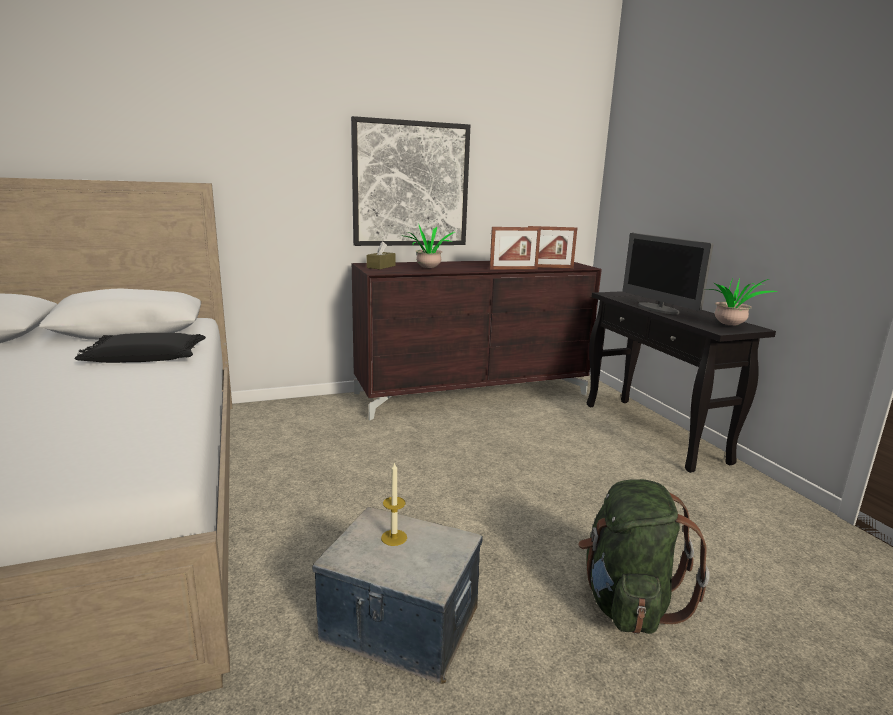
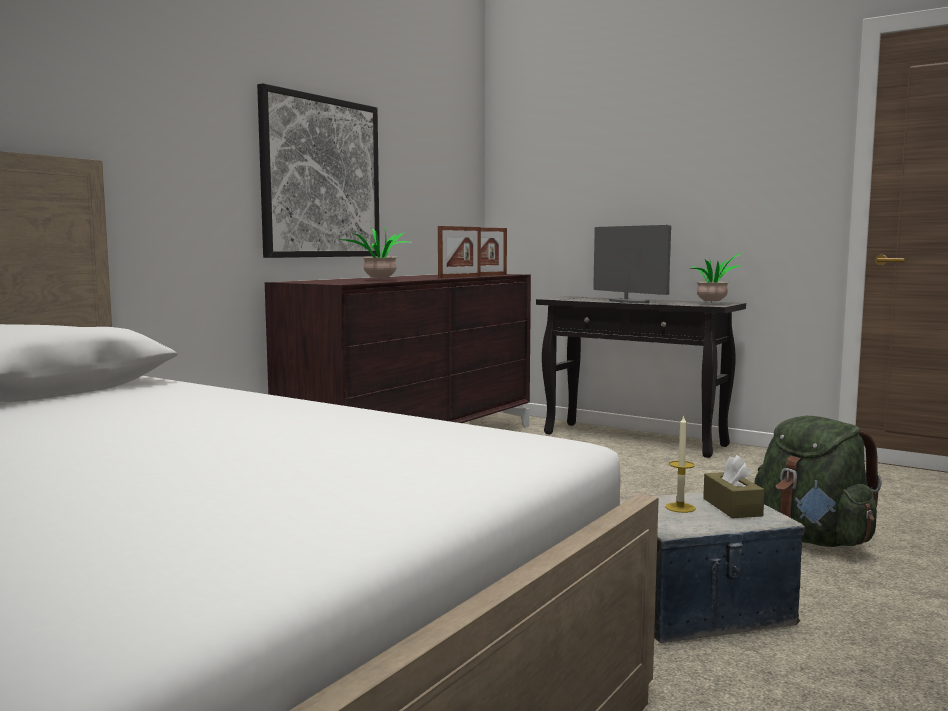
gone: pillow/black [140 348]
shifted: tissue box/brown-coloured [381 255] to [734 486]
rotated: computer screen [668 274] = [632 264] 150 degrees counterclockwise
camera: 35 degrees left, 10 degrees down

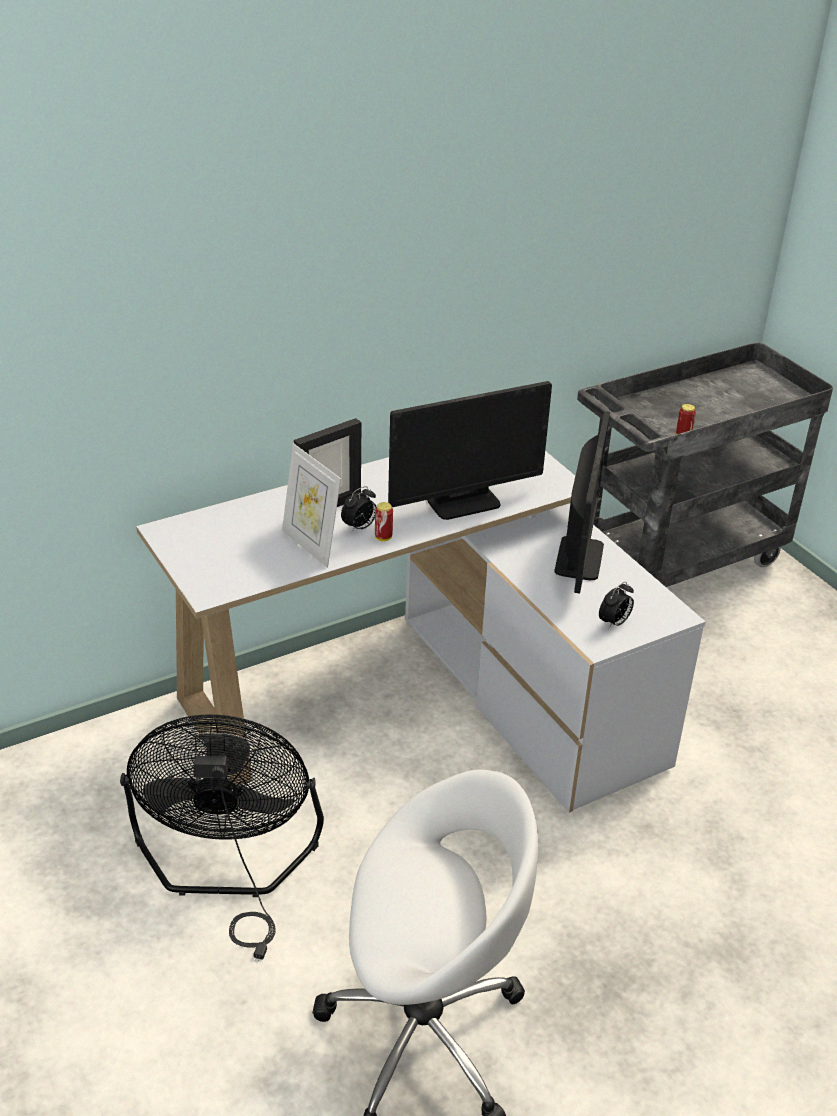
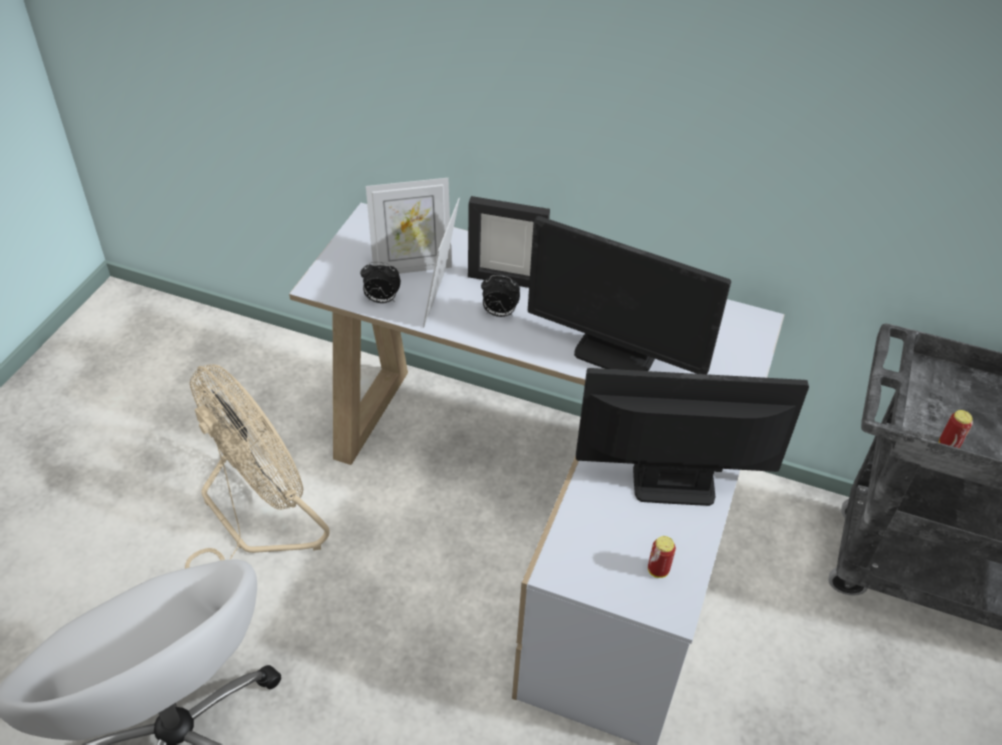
new: standing frame [409 226]
shifted: sealed can [384 521] to [662 557]; bedside clock [616 605] to [380 282]
repainted: fan/black [222 837] to fan/beige-coloured [257 466]
rotated: computer screen [582 502] = [692 437] 150 degrees counterclockwise
camera: 50 degrees right, 10 degrees up

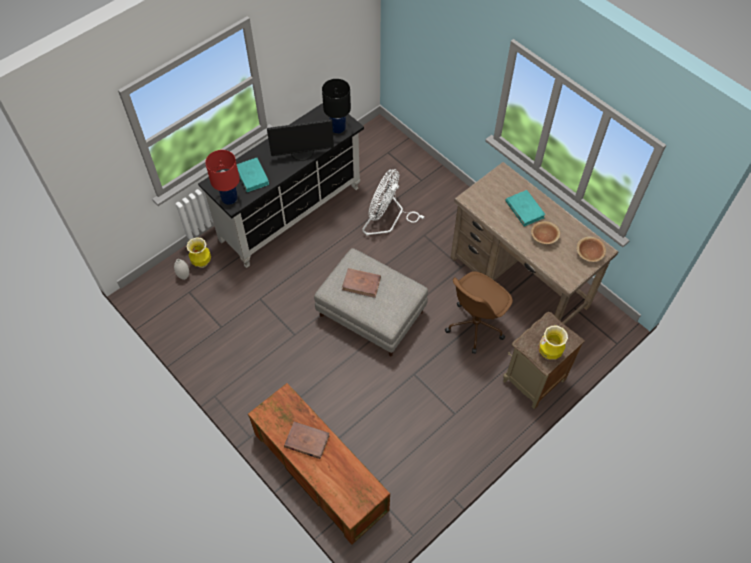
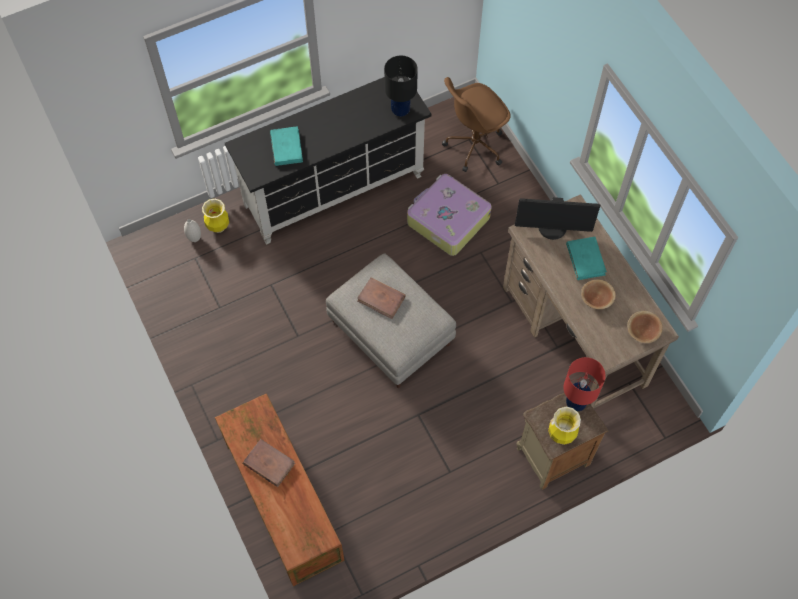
shifted: table lamp/red-coloured [222 177] to [585 384]; computer screen [300 140] to [557 218]; computer chair/brown-coloured [479 312] to [476 124]
swapped: fan/white [393 202] to piece of luggage [449 215]
camera: 15 degrees right, 5 degrees up

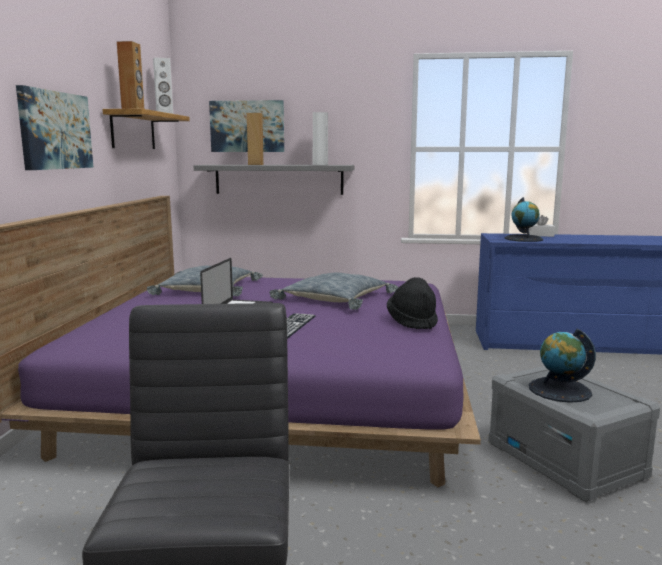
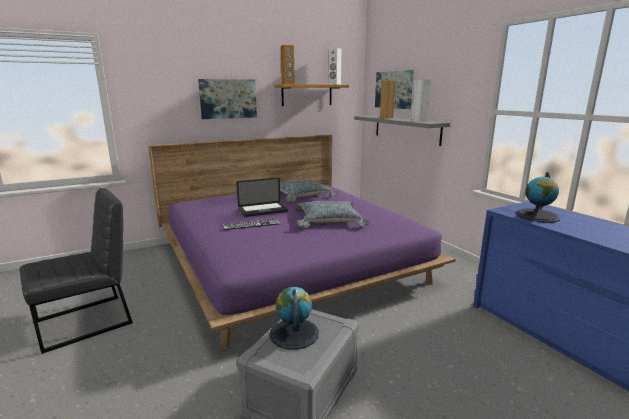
gone: clothing hat/black [412 303]; tissue box/white [542 226]
camera: 55 degrees right, 5 degrees up

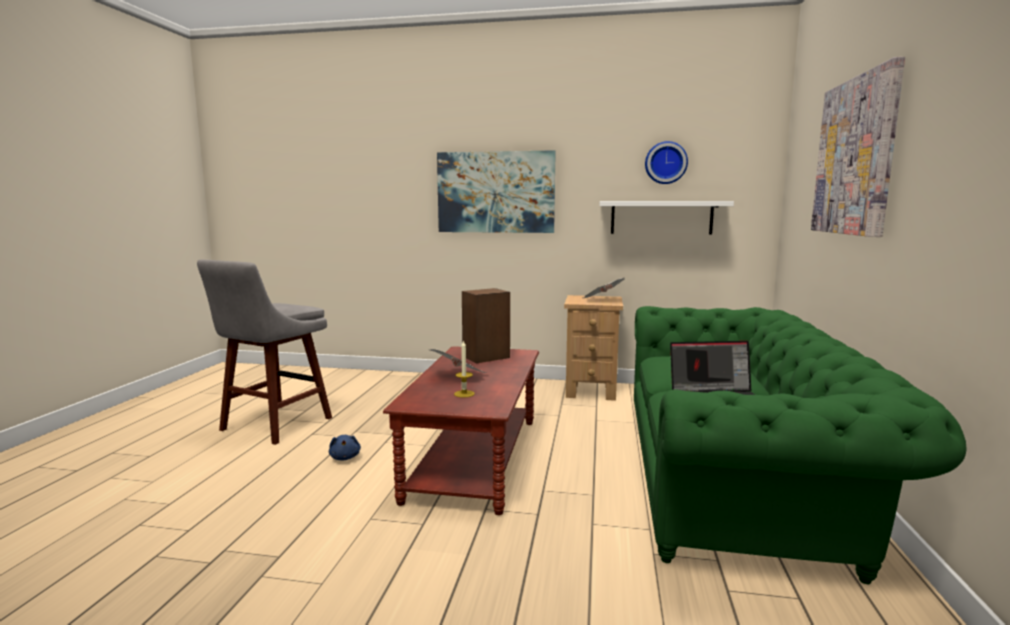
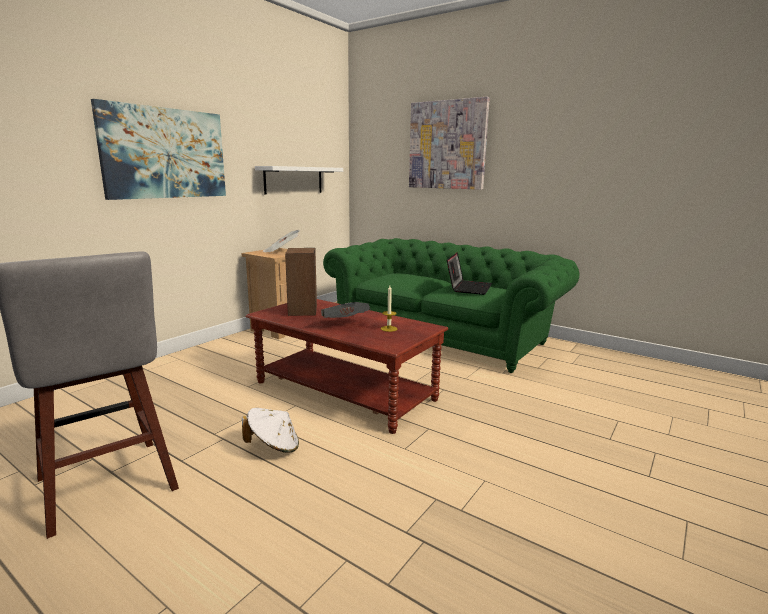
gone: hanging clock [666 162]
swapped: cuddly toy/blue [345 448] to clothing hat/white [270 430]
camera: 65 degrees left, 5 degrees up

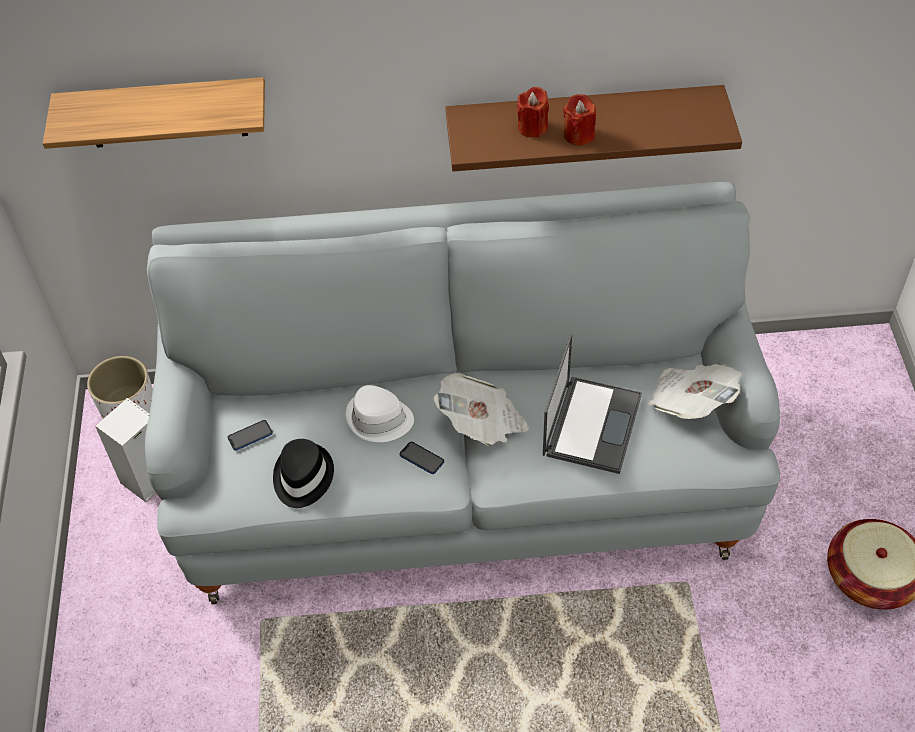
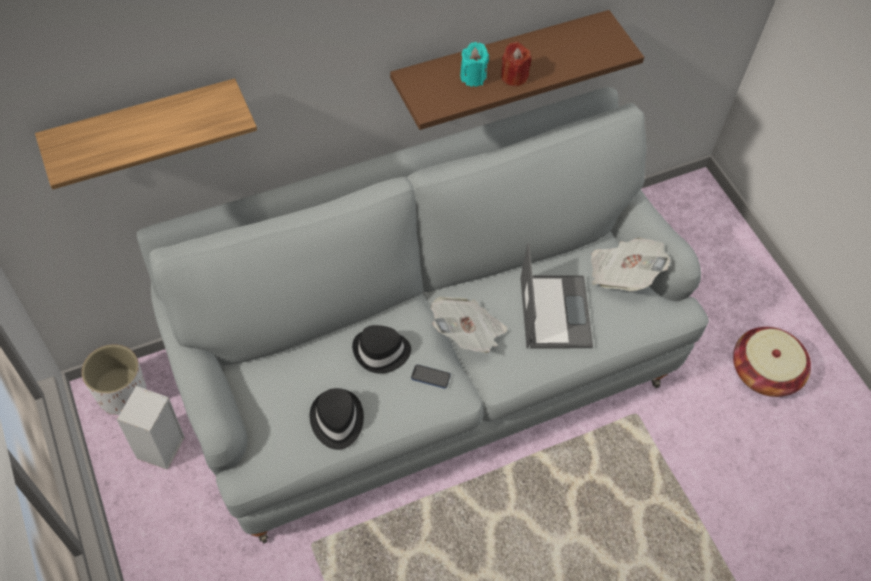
gone: telephone [250 435]
repainted: clothing hat/white [380 413] to clothing hat/black [381 349]; wax light/red-coloured [533 112] to wax light/turquoise-coloured [474 64]
camera: 25 degrees left, 5 degrees up

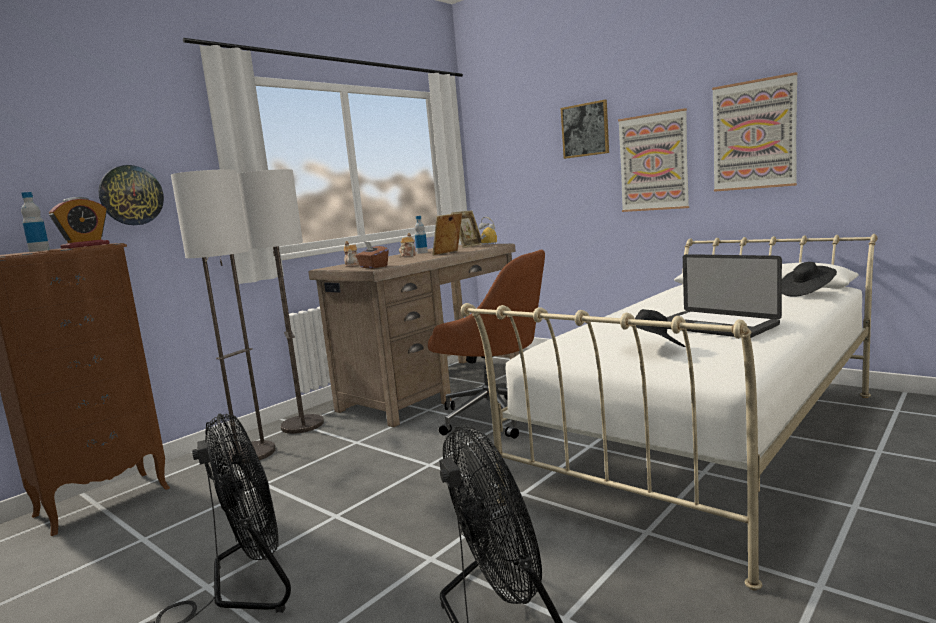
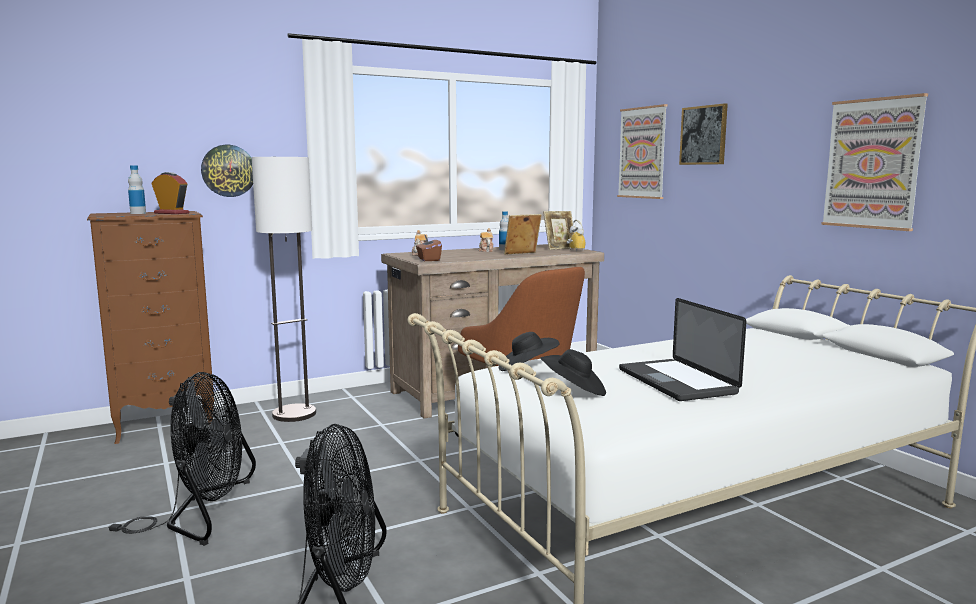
gone: standing lamp [280 301]
shifted: picture [653 160] to [642 151]; clothing hat/black [809 279] to [529 351]
rotated: bedside clock [79 223] = [170 193] 120 degrees counterclockwise
camera: 20 degrees right, 0 degrees up

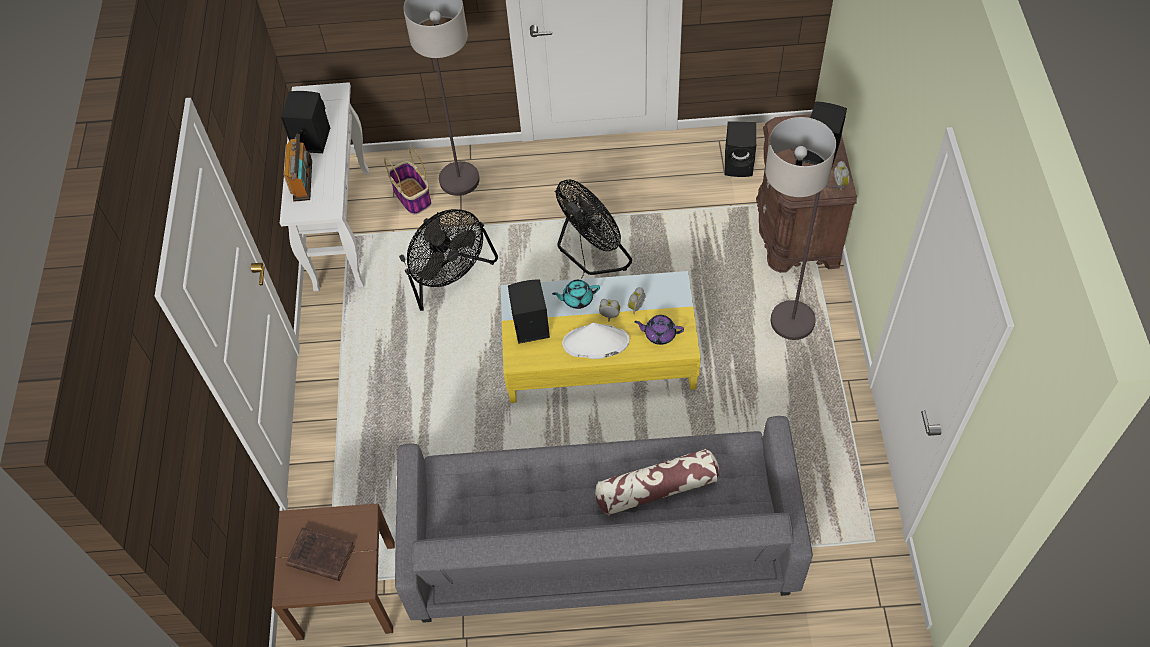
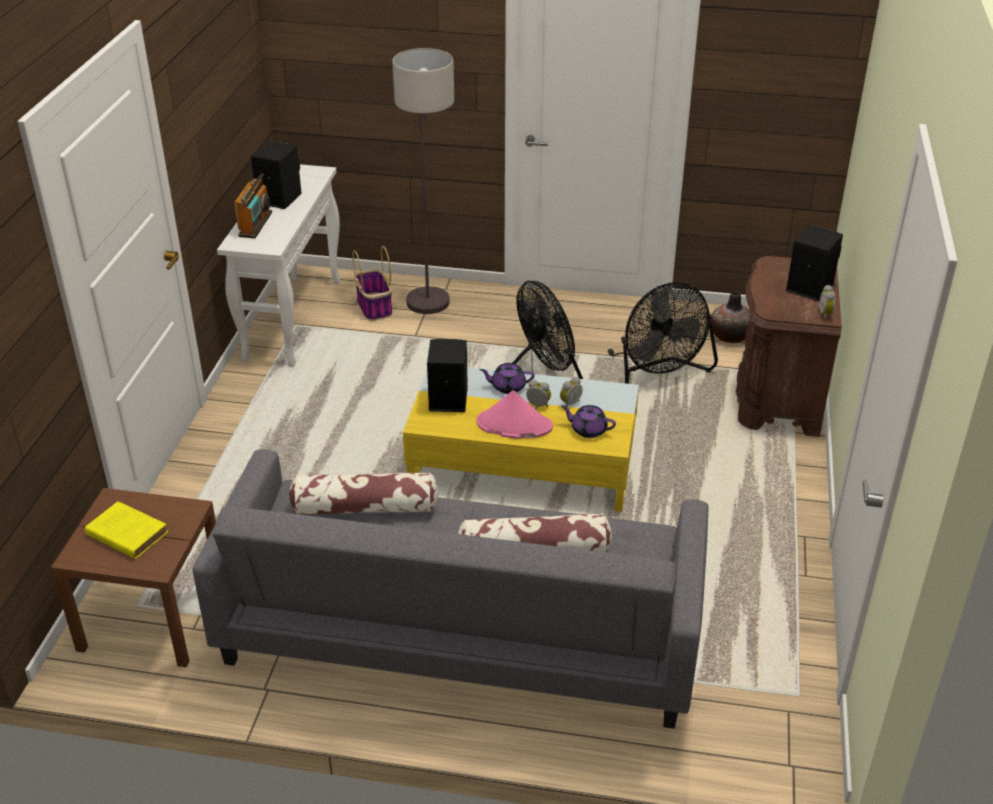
gone: standing lamp/greyish [804 228]
new: pillow [364 493]
shifted: fan/black [448 260] to [663 333]
swapped: speaker/black [740 149] to flower vase [730 317]
repainted: volume/brown-coloured [320 554] to volume/yellow [127 530]; tea pot/turquoise-coloured [576 294] to tea pot/purple-coloured [507 378]; clothing hat/white [596 341] to clothing hat/pink [514 414]
camera: 10 degrees right, 20 degrees down

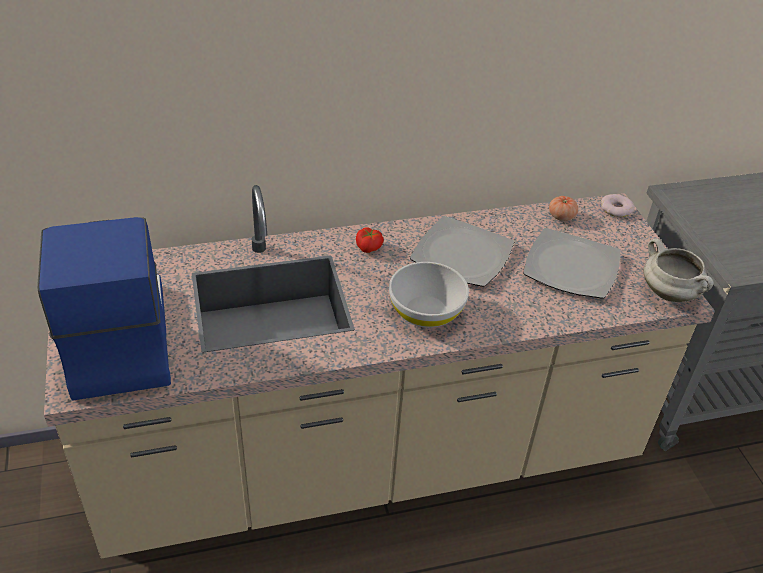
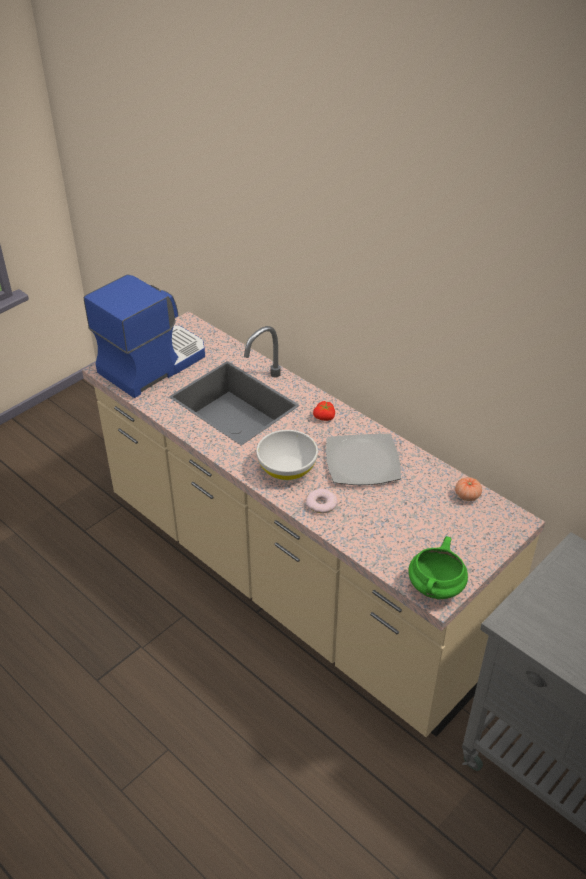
gone: dinner plate [572 263]
shifted: ring doughnut [618 205] to [321 501]
repainted: saucepot/white [678 270] to saucepot/green [438 567]
camera: 60 degrees right, 0 degrees up

